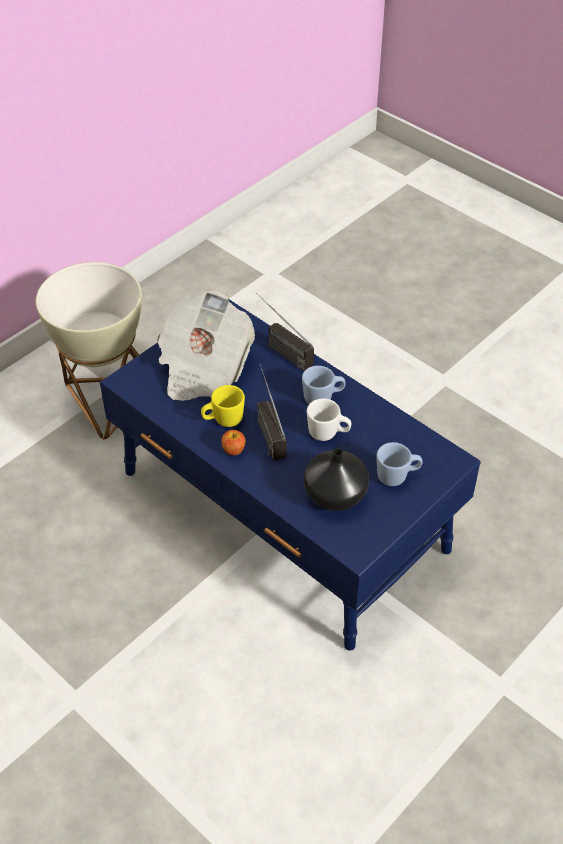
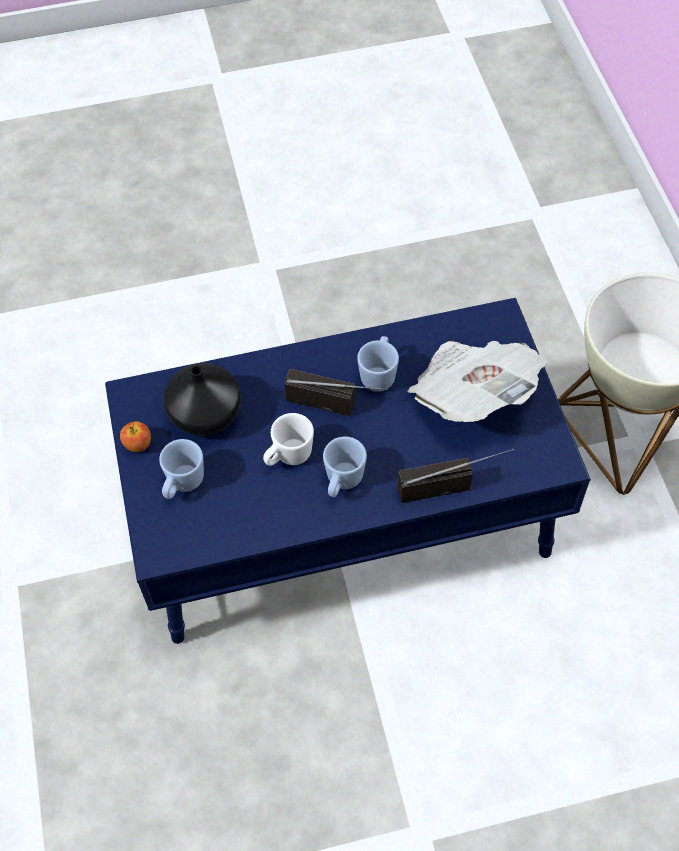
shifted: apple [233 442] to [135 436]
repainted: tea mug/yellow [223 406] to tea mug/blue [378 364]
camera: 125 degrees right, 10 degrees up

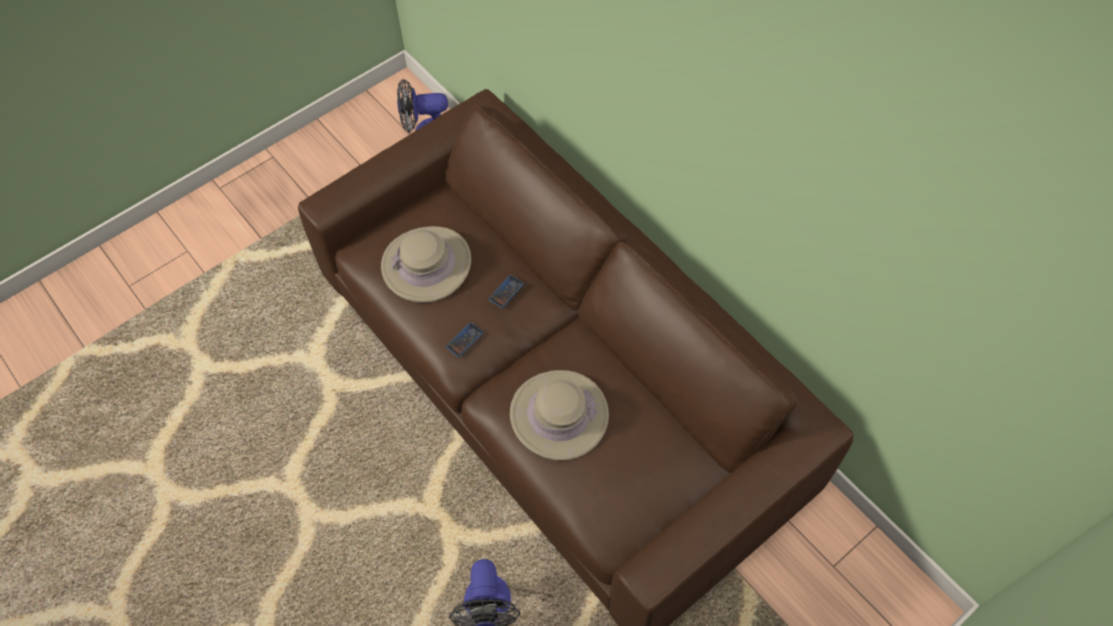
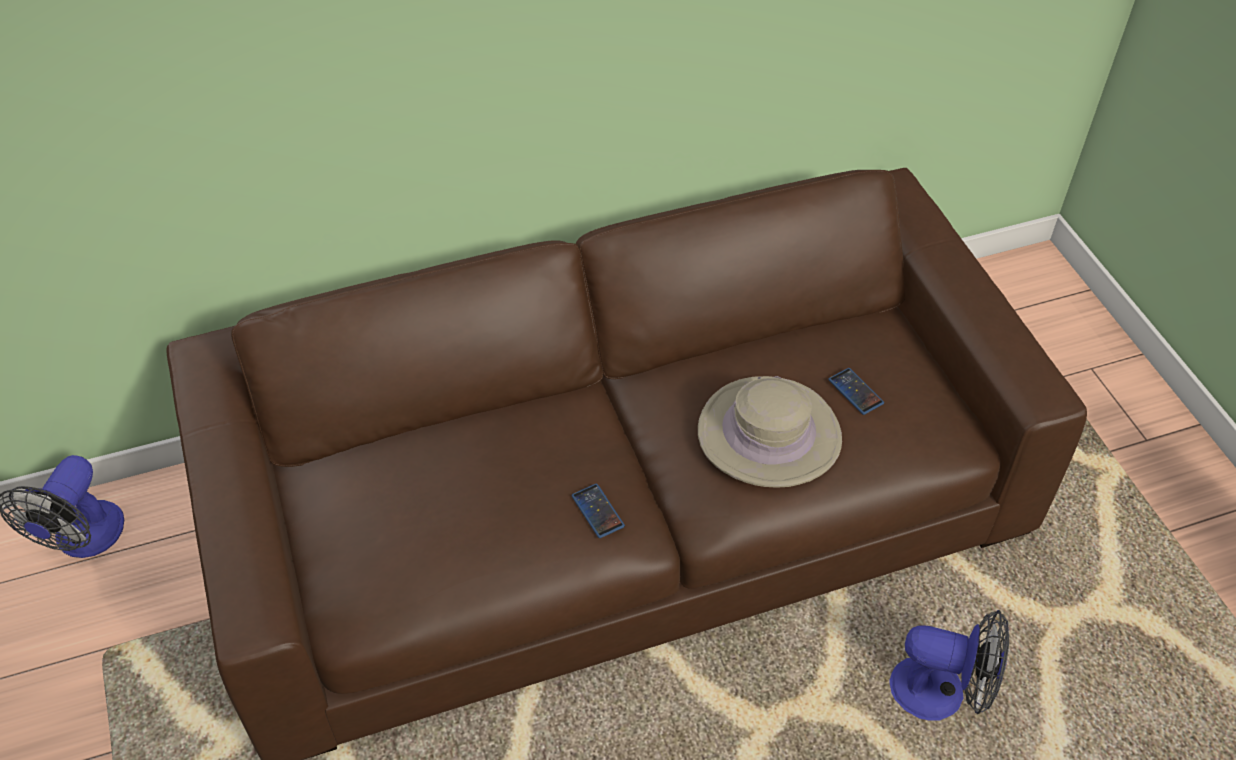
gone: clothing hat/beige-coloured [426 264]
shifted: telephone [506 291] to [856 391]
camera: 70 degrees left, 10 degrees down

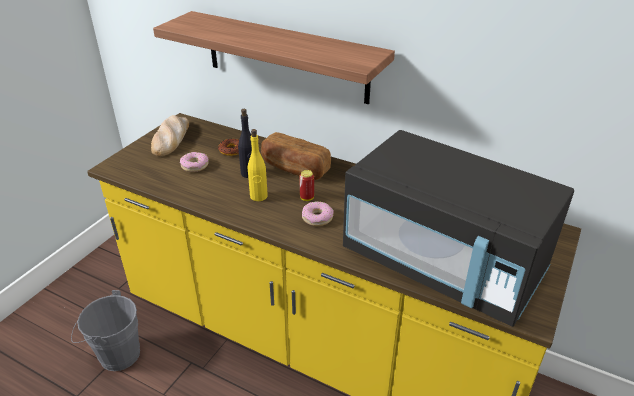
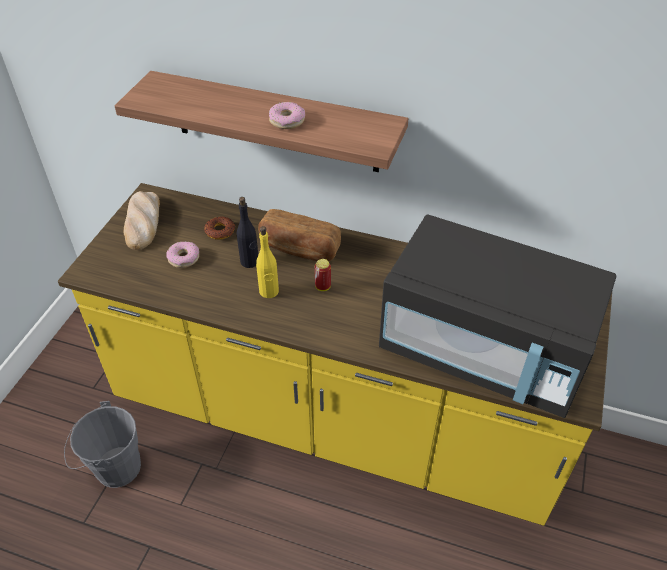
shifted: ring doughnut [318 213] to [287 115]
camera: 10 degrees left, 10 degrees up

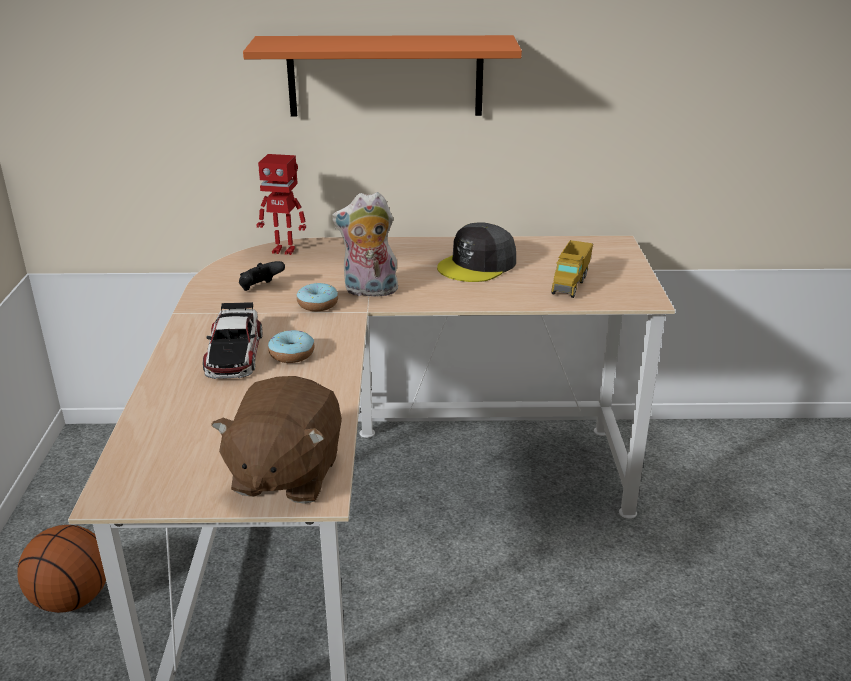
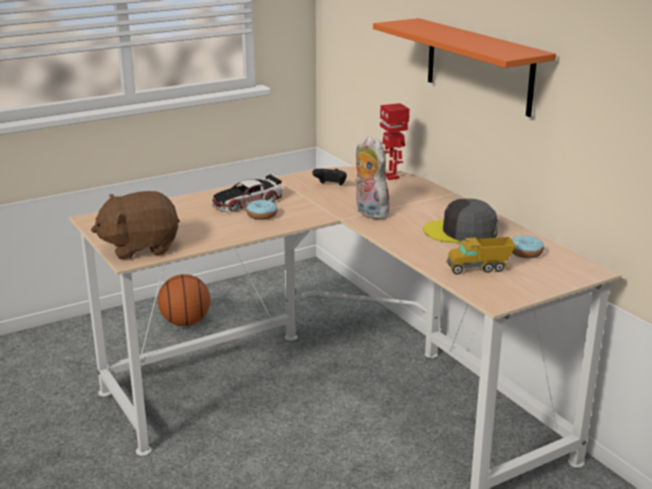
shifted: ring doughnut [317 297] to [527 246]
camera: 60 degrees right, 5 degrees down

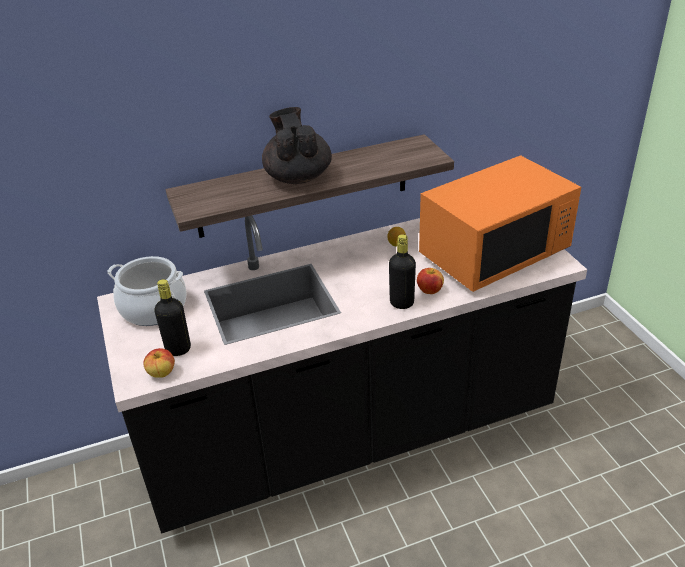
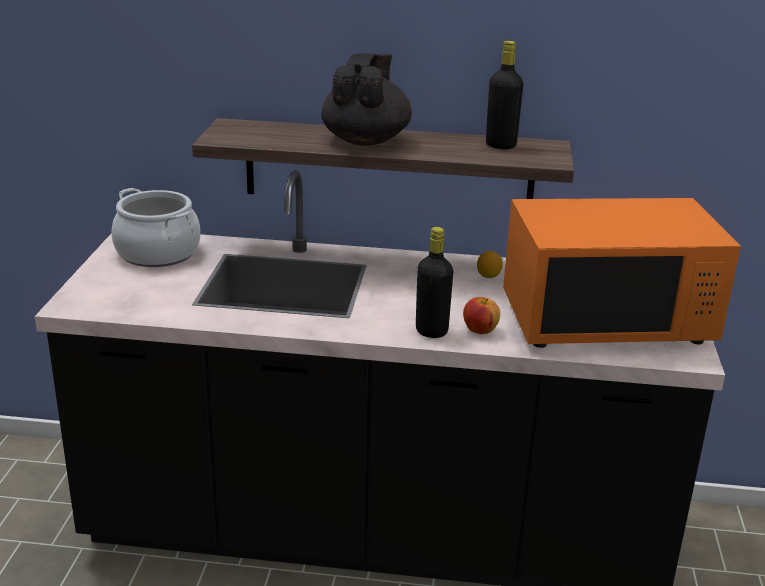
gone: apple [159 363]
shifted: bottle/black [172 317] to [504 95]
camera: 25 degrees right, 10 degrees down

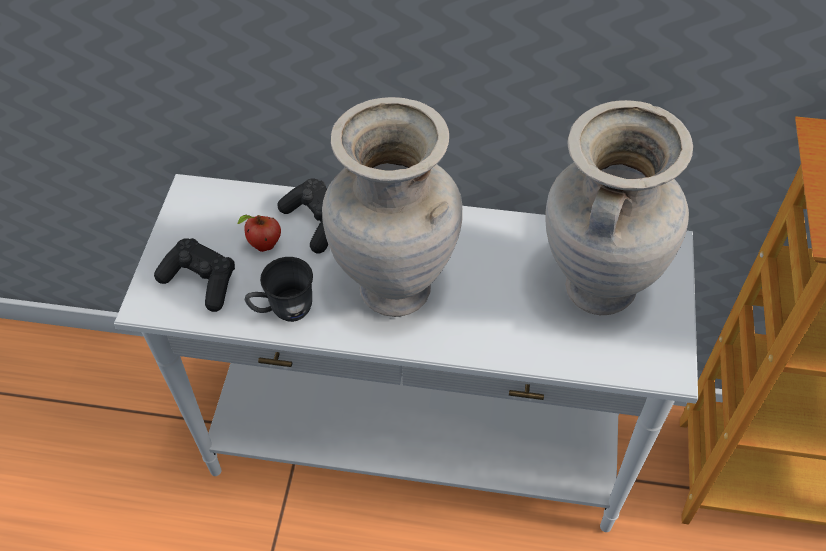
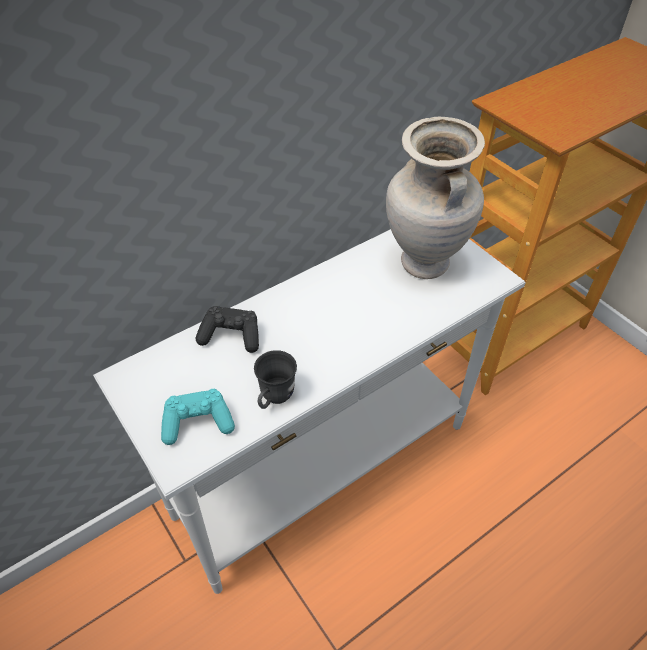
gone: apple [259 233]; flower vase/beige-coloured [392 207]
repainted: joypad/black [194 275] to joypad/turquoise-coloured [198 417]
camera: 45 degrees left, 5 degrees down

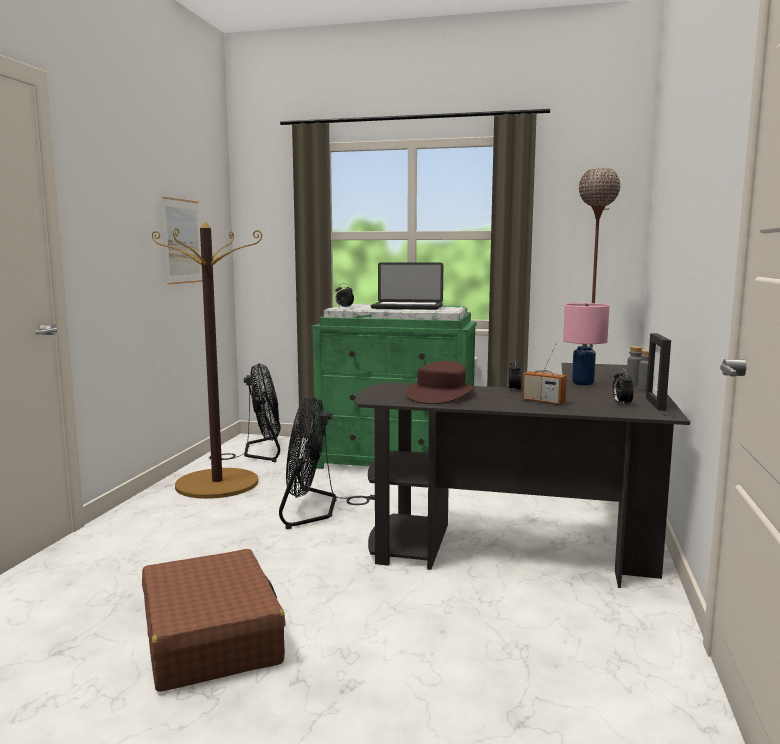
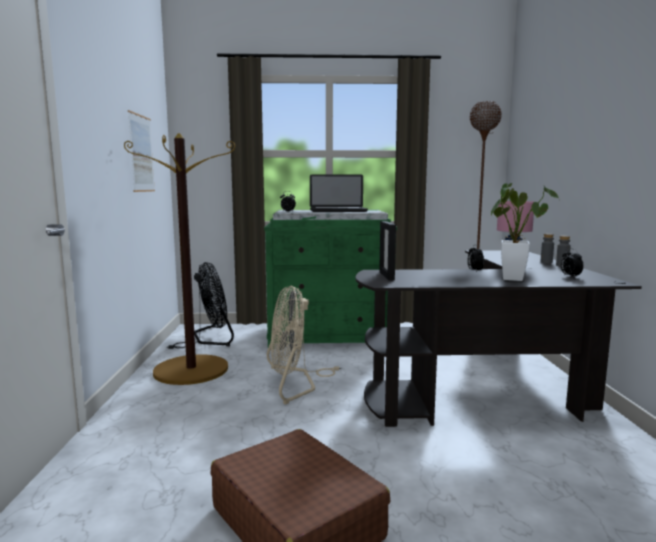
gone: clothing hat/brown-coloured [440 382]
shifted: standing frame [658 372] to [387 250]
swapped: radio [544 374] to houseplant [525 232]
repainted: fan/black [327 462] to fan/beige-coloured [304 345]
camera: 15 degrees left, 0 degrees up

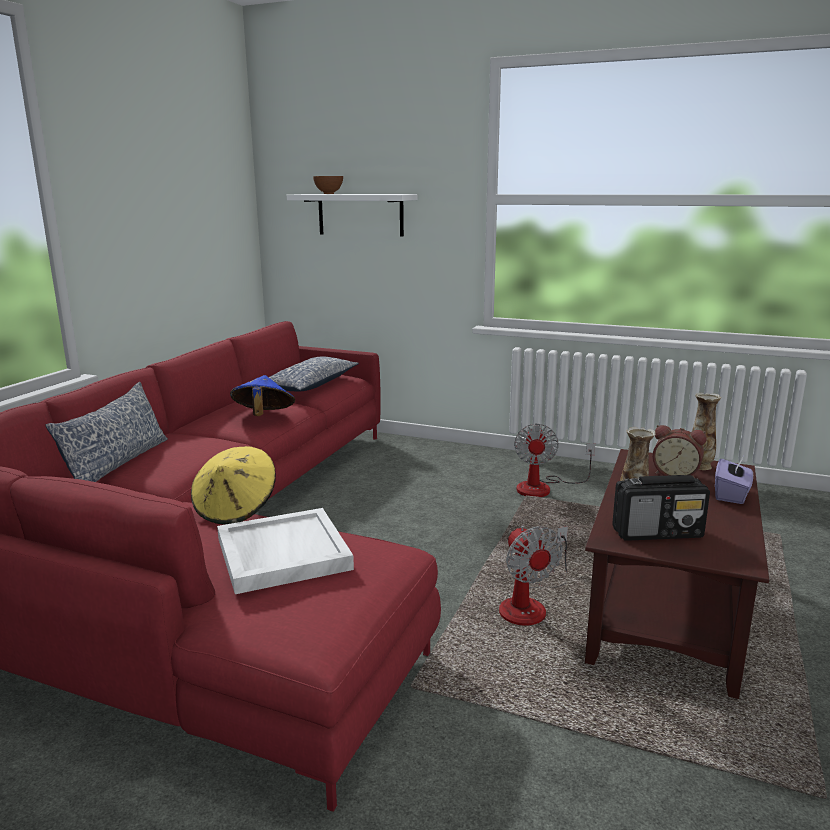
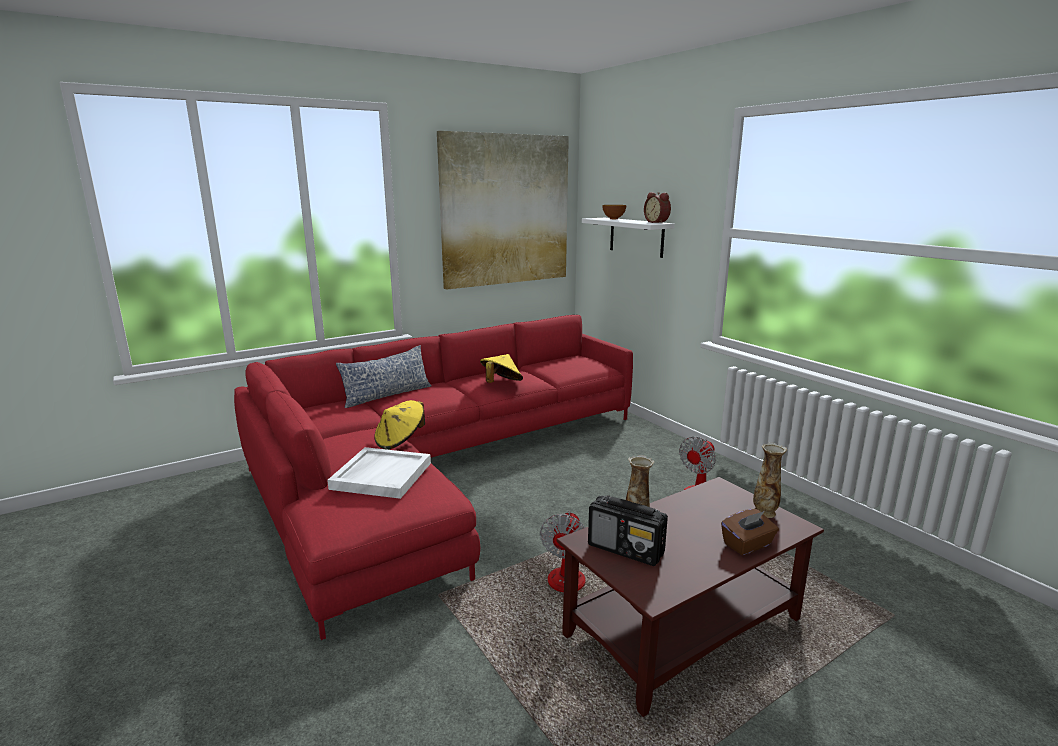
gone: pillow [314 374]
new: picture [503 210]
shifted: bedside clock [679 451] to [657 207]
repainted: clothing hat/blue [262 395] to clothing hat/yellow [501 368]; tissue box/purple-coloured [734 480] to tissue box/brown-coloured [750 532]
camera: 35 degrees right, 0 degrees up

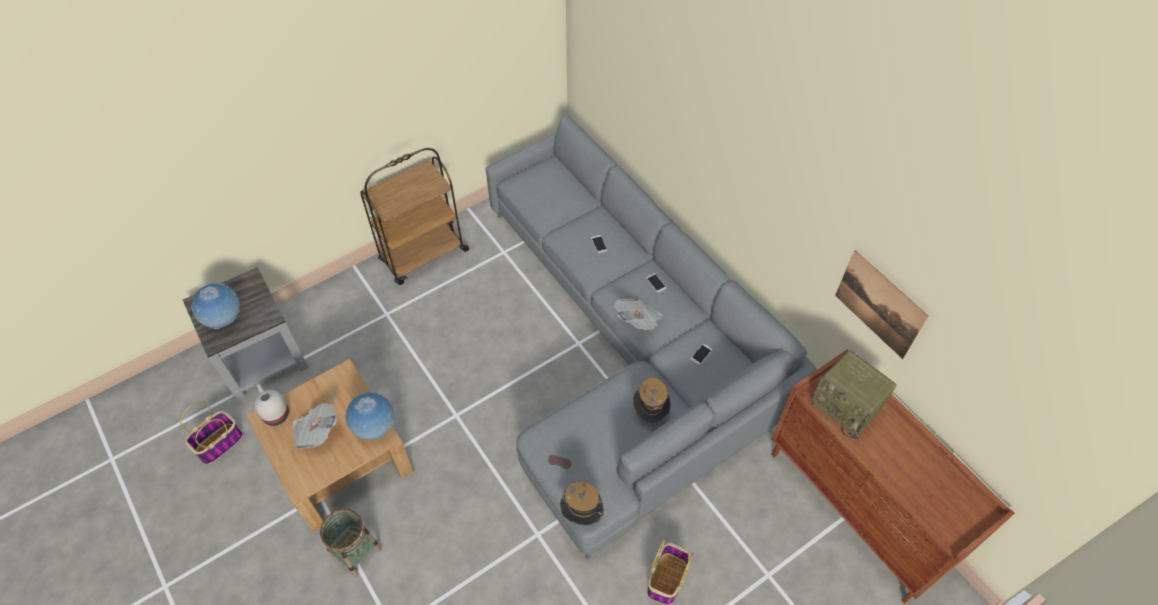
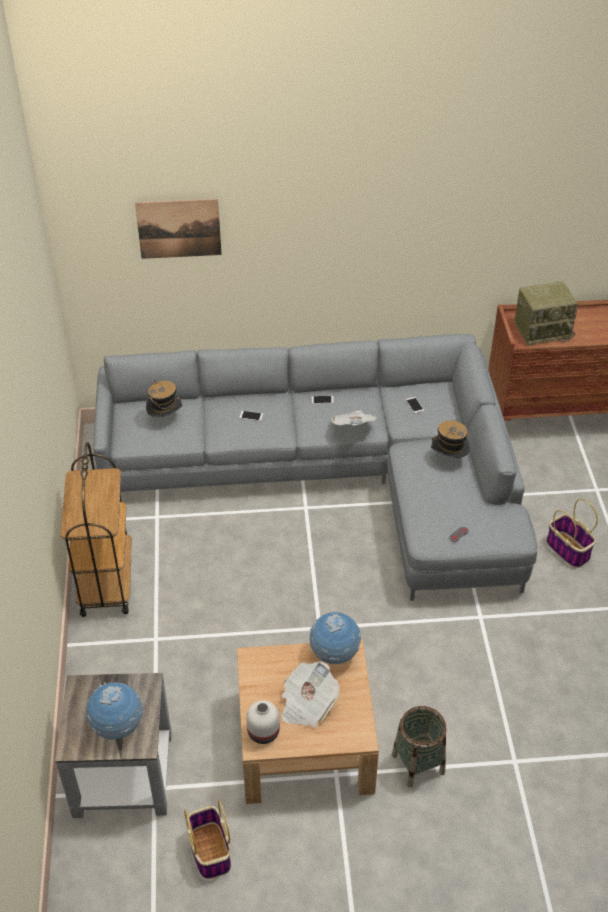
shifted: clothing hat [582 503] to [164 398]; picture [882 304] to [178 229]
camera: 60 degrees left, 10 degrees down

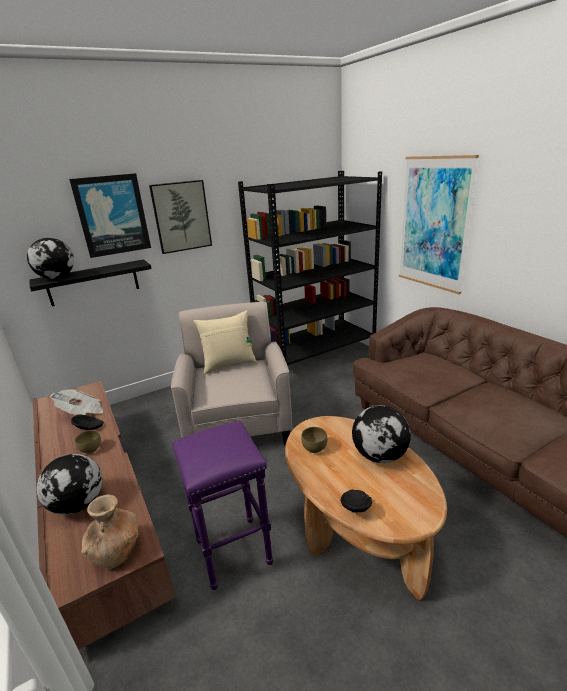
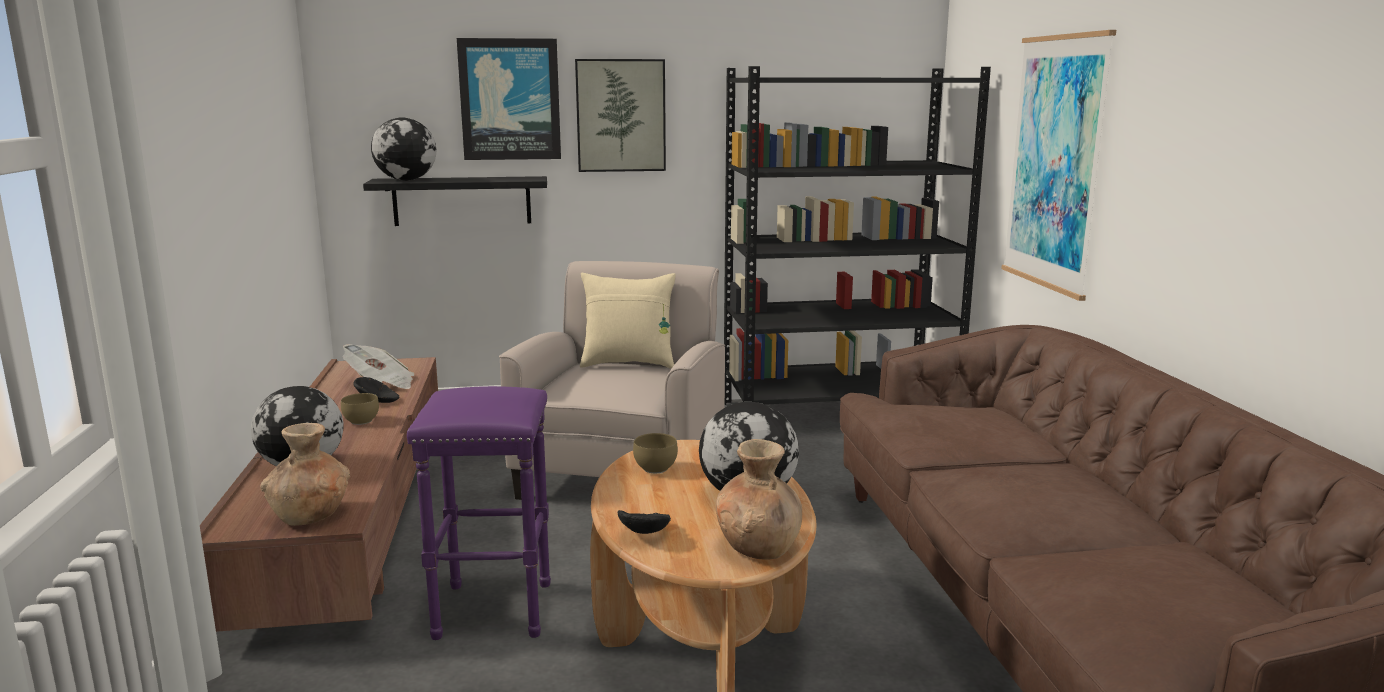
new: flower vase/brown-coloured [759 499]
camera: 20 degrees right, 10 degrees down

